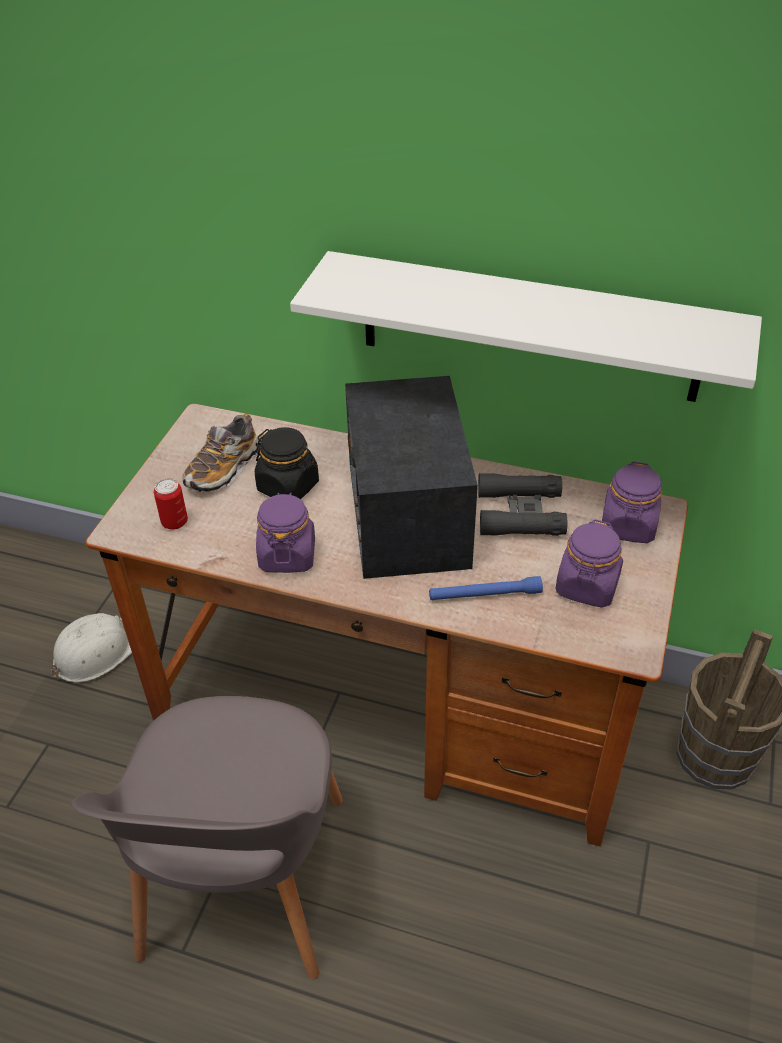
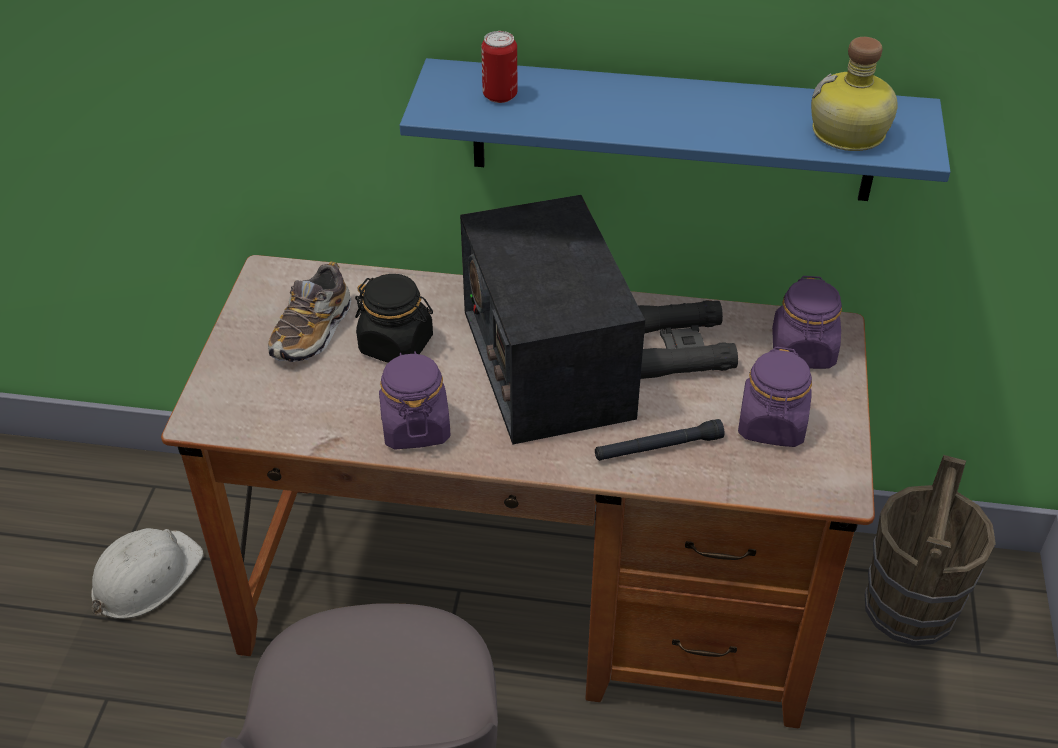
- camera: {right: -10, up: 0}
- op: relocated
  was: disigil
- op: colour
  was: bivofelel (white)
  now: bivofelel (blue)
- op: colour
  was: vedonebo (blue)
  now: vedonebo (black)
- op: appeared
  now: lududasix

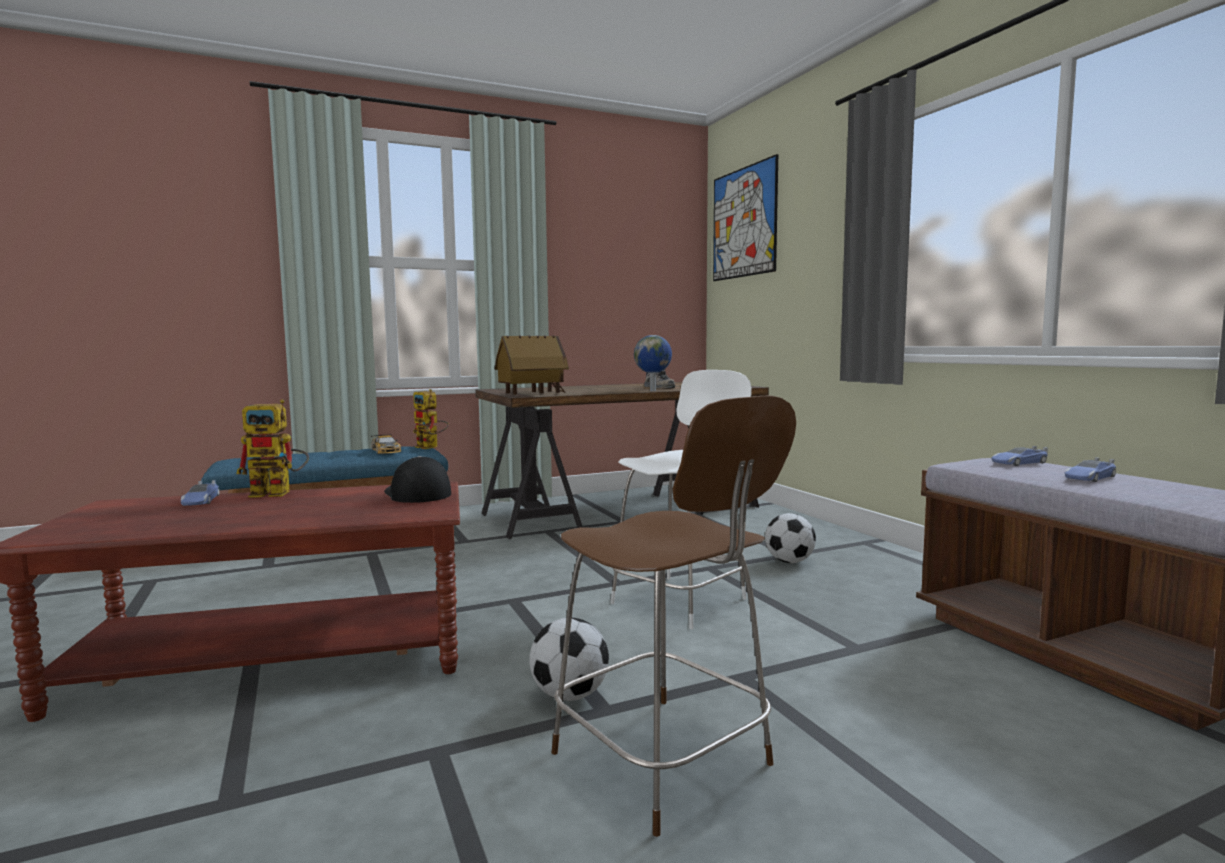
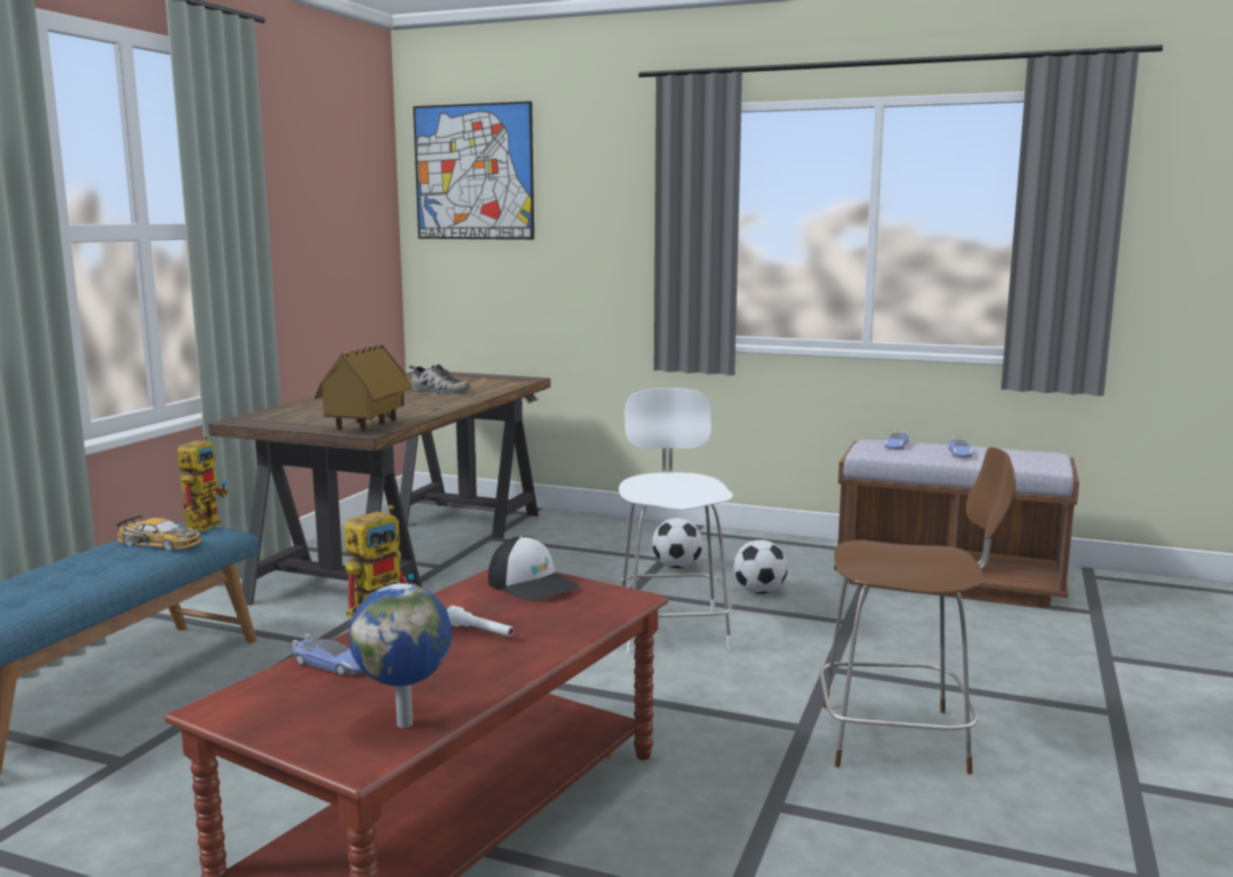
- camera: {right: -45, up: 5}
- op: spun
  was: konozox
  clockwise: -150
- op: spun
  was: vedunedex (no. 2 from left in the first image)
  clockwise: -75
- op: relocated
  was: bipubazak (no. 1 from left in the first image)
  now: bipubazak (no. 2 from left)
- op: relocated
  was: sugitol
- op: appeared
  now: vedonebo (white)

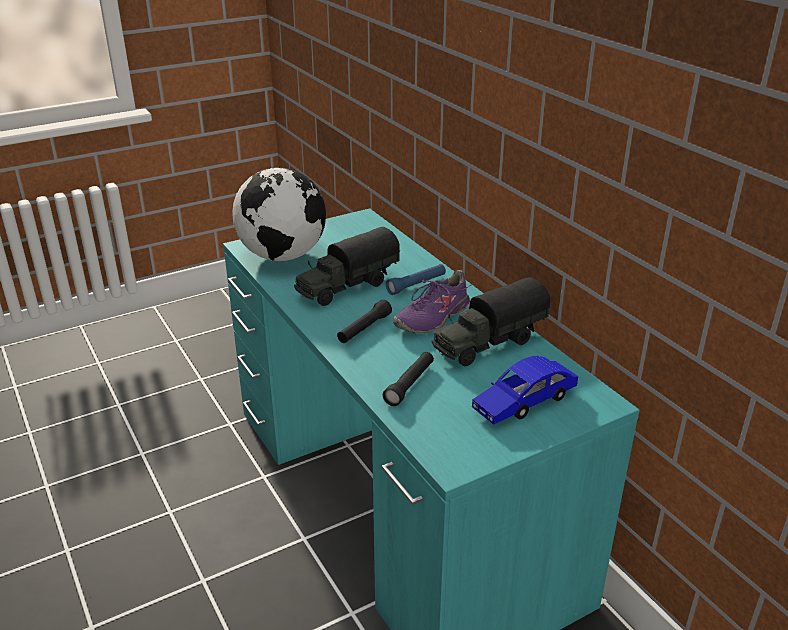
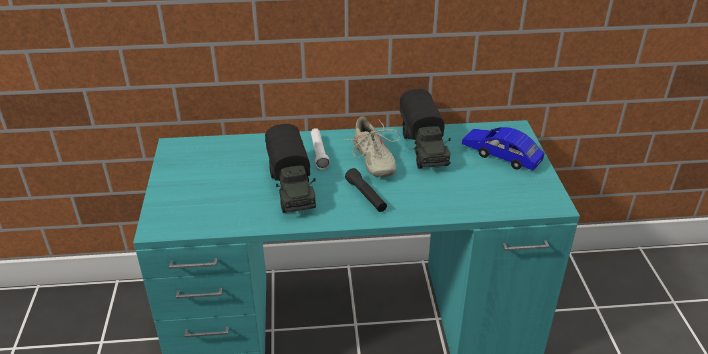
- camera: {right: -65, up: 5}
- op: missing
  was: sugitol
- op: missing
  was: vedonebo (black) (no. 2 from left)
- op: colour
  was: vedonebo (blue)
  now: vedonebo (white)
- op: colour
  was: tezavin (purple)
  now: tezavin (beige)
- op: spun
  was: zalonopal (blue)
  clockwise: 135

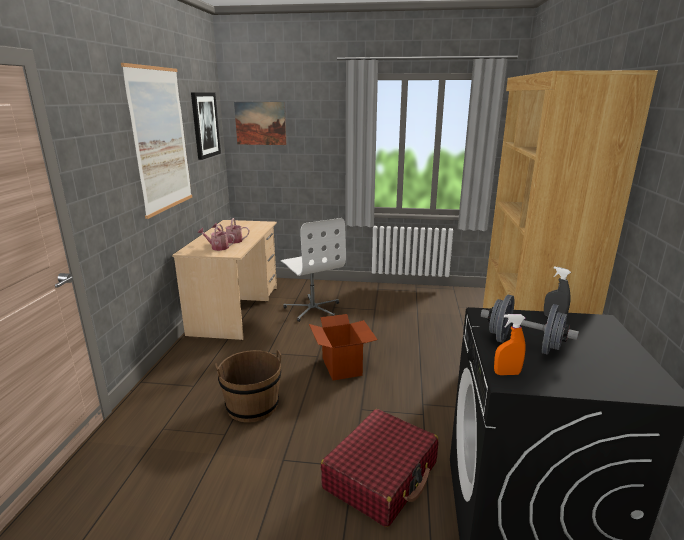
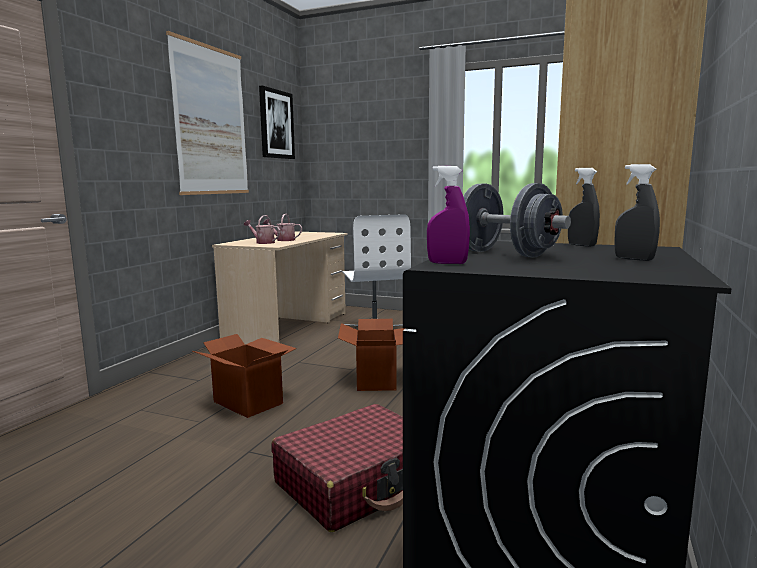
- camera: {right: 15, up: -10}
- op: exchanged
  was: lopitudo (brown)
  now: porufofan (no. 1 from left)
- op: missing
  was: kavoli (no. 3 from left)
- op: colour
  was: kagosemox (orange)
  now: kagosemox (purple)
- op: appeared
  now: kagosemox (grey) (no. 2 from left)

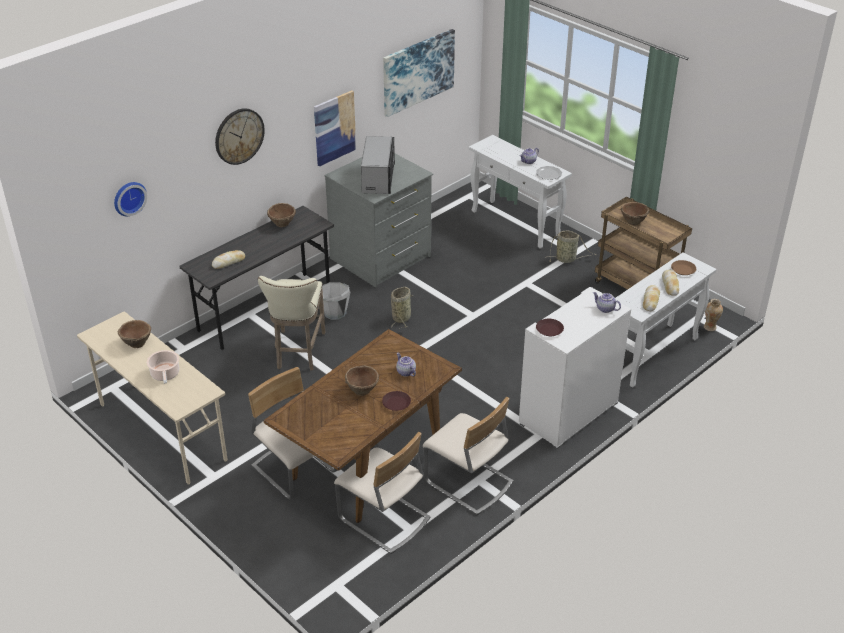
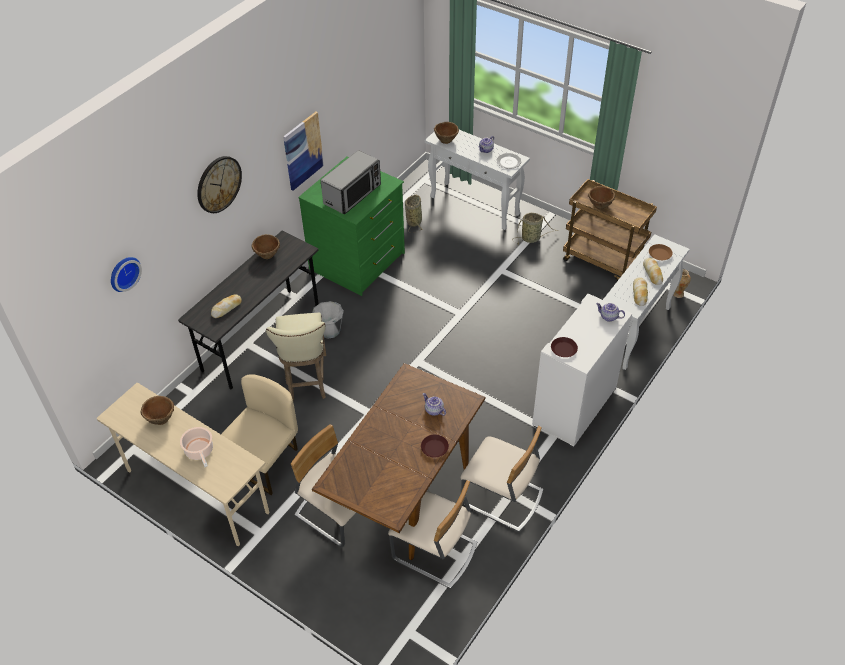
- camera: {right: -10, up: 10}
- op: colour
  was: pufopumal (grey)
  now: pufopumal (green)
- op: relocated
  was: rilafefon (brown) (no. 3 from left)
- op: spun
  was: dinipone
  clockwise: 45
- op: missing
  was: kavoli (no. 2 from left)
- op: relocated
  was: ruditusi (no. 1 from left)
- op: appeared
  now: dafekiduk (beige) (no. 1 from left)

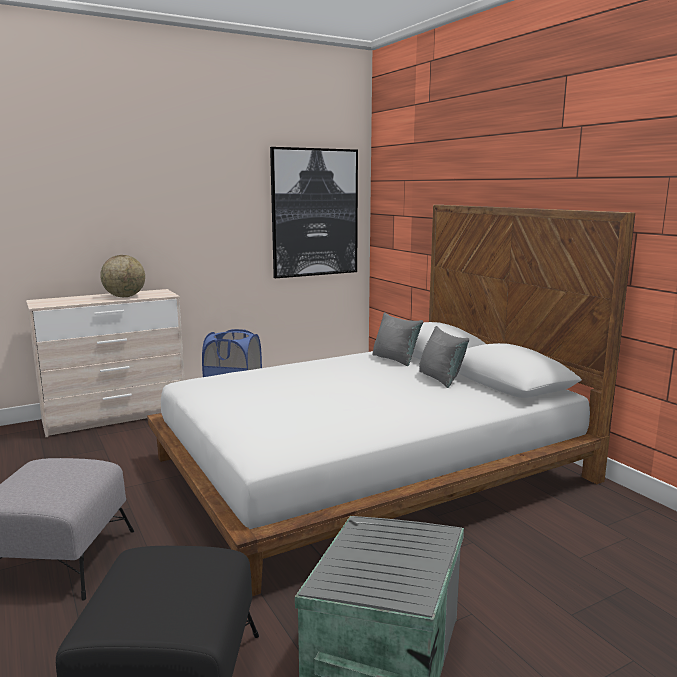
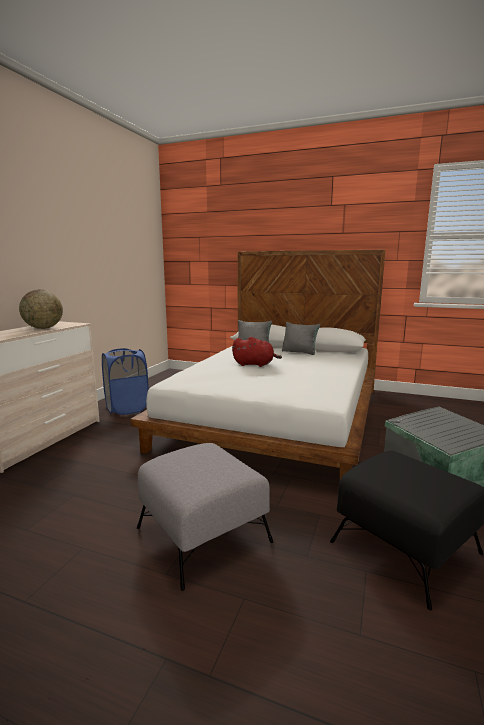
- camera: {right: -40, up: 0}
- op: missing
  was: kavoli
- op: appeared
  now: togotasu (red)

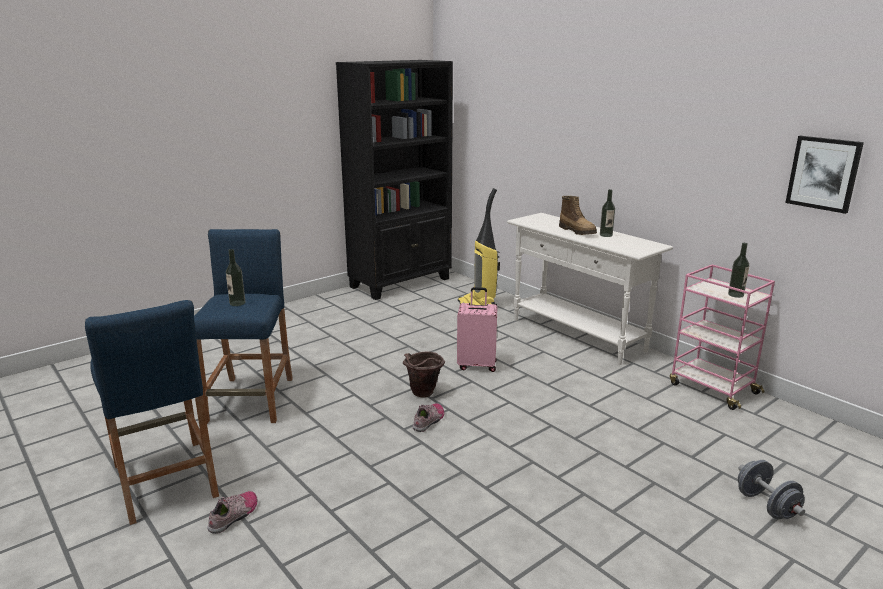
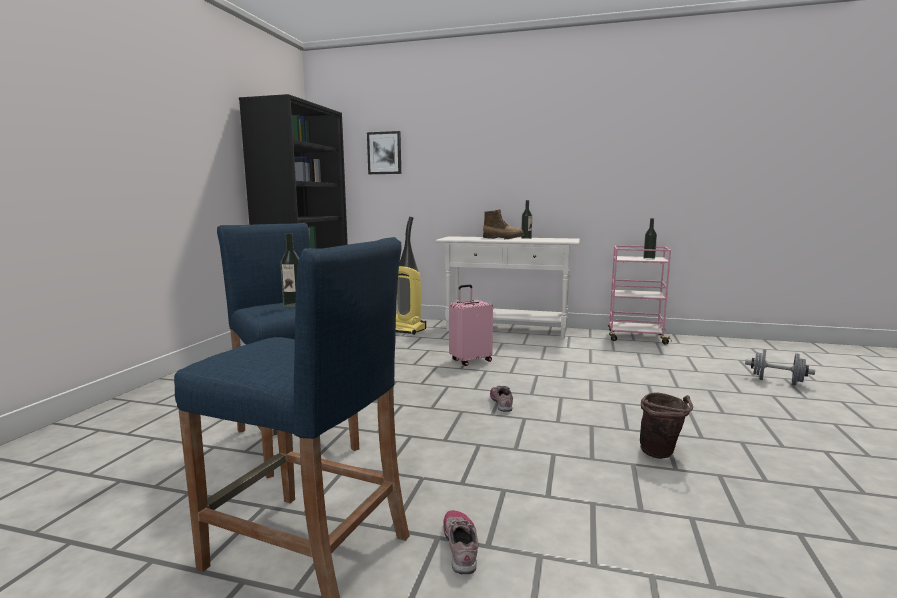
- camera: {right: -35, up: -10}
- op: relocated
  was: lopitudo (brown)
- op: relocated
  was: kavoli

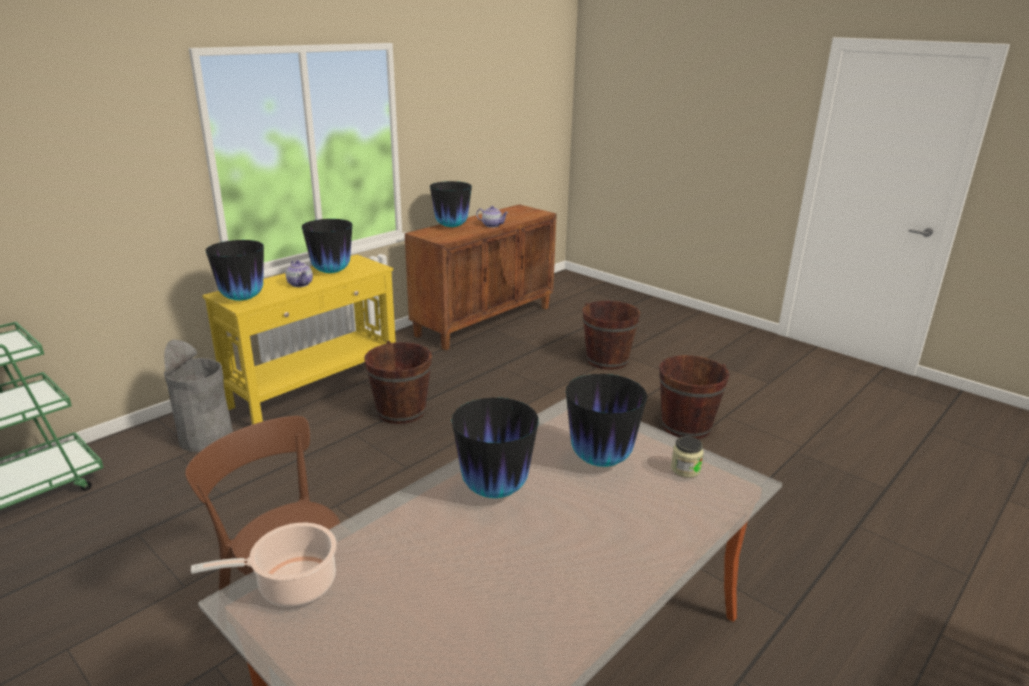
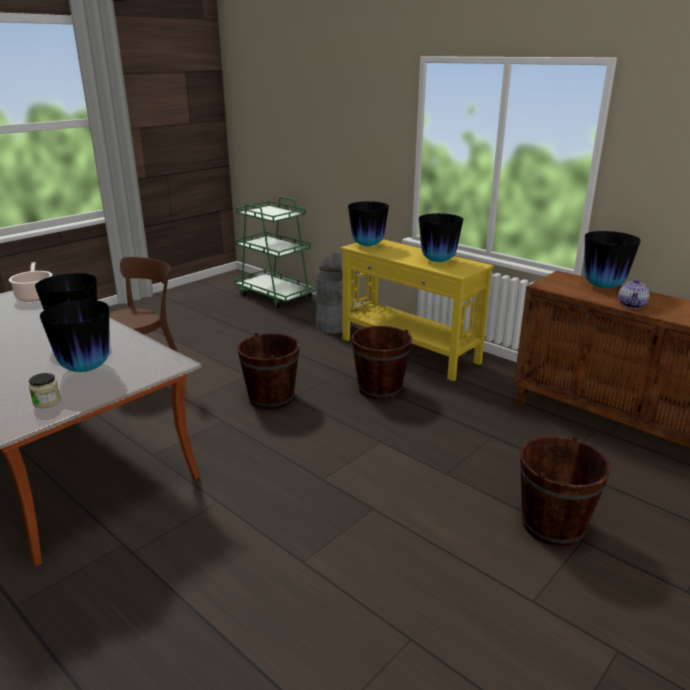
- camera: {right: 90, up: 0}
- op: missing
  was: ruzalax (no. 1 from left)
- op: relocated
  was: lopitudo (brown) (no. 3 from left in the first image)
  now: lopitudo (brown) (no. 1 from left)

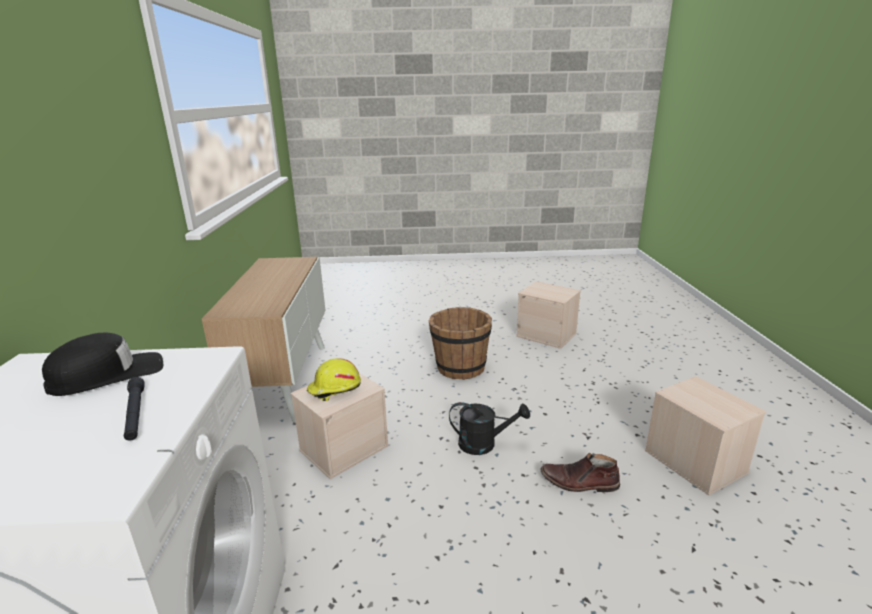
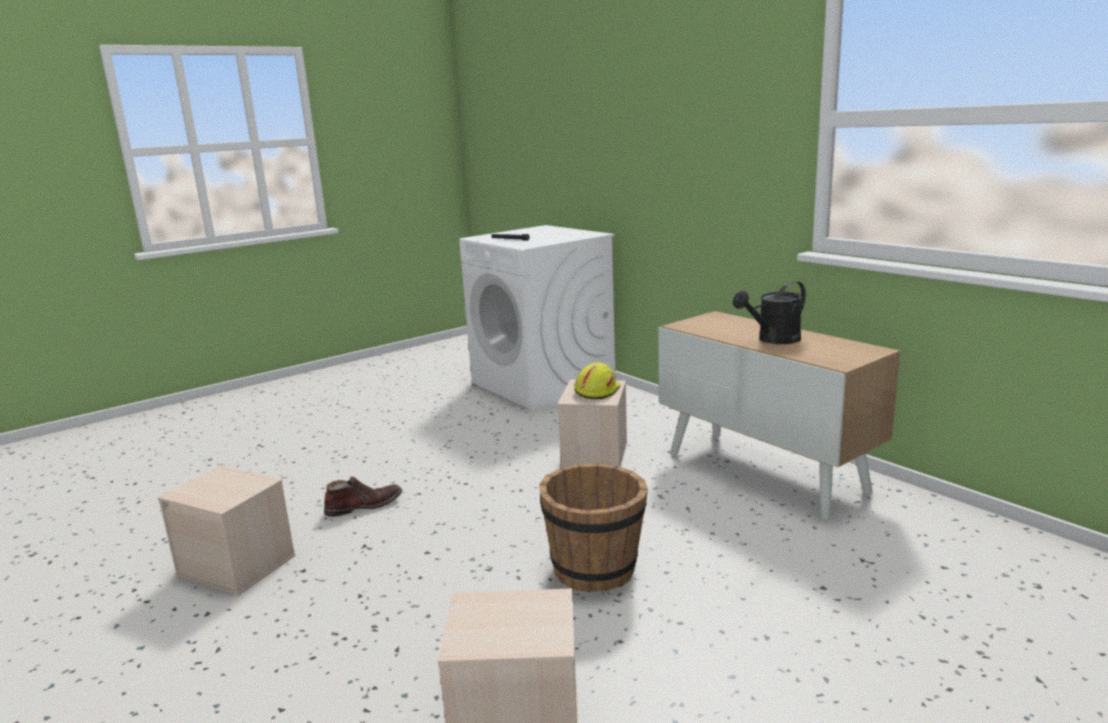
- camera: {right: 145, up: -5}
- op: missing
  was: konozox (black)
- op: relocated
  was: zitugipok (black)

